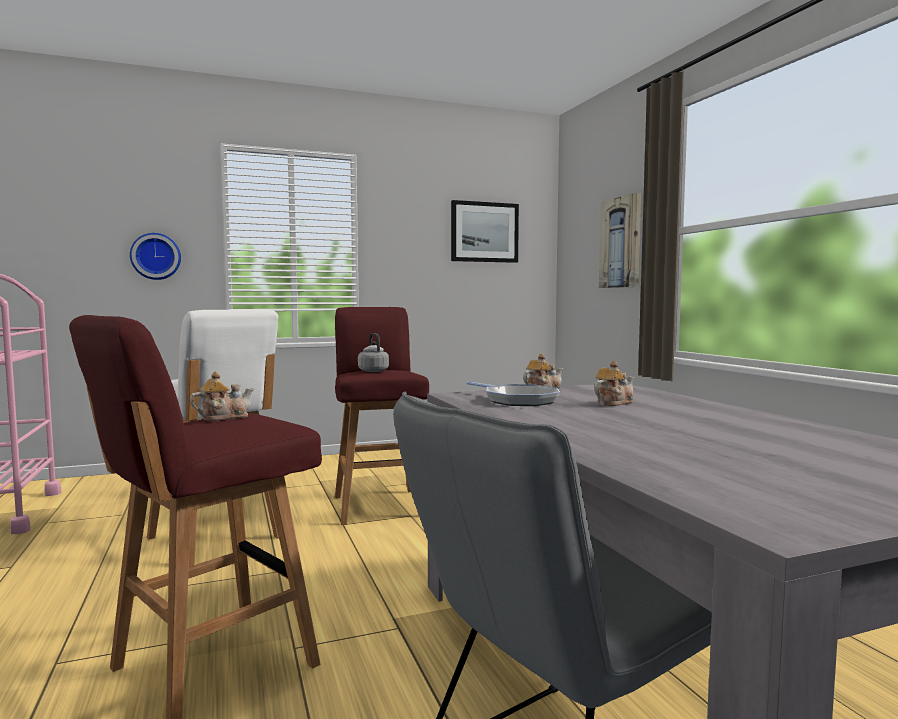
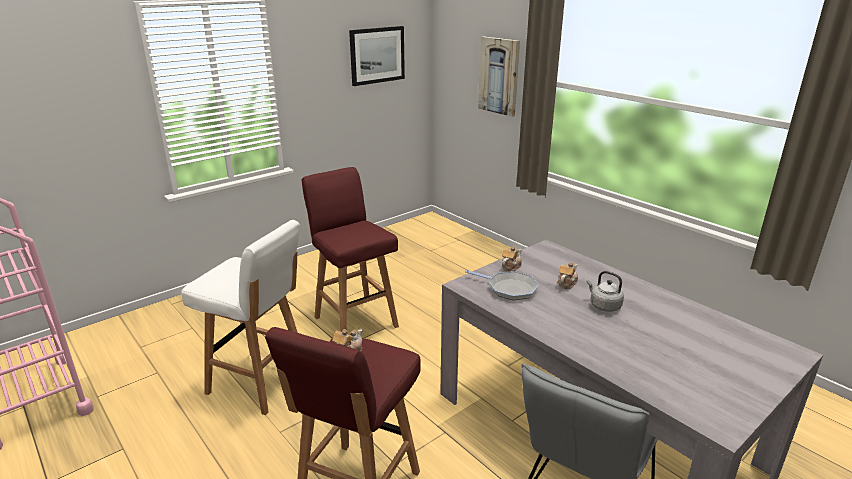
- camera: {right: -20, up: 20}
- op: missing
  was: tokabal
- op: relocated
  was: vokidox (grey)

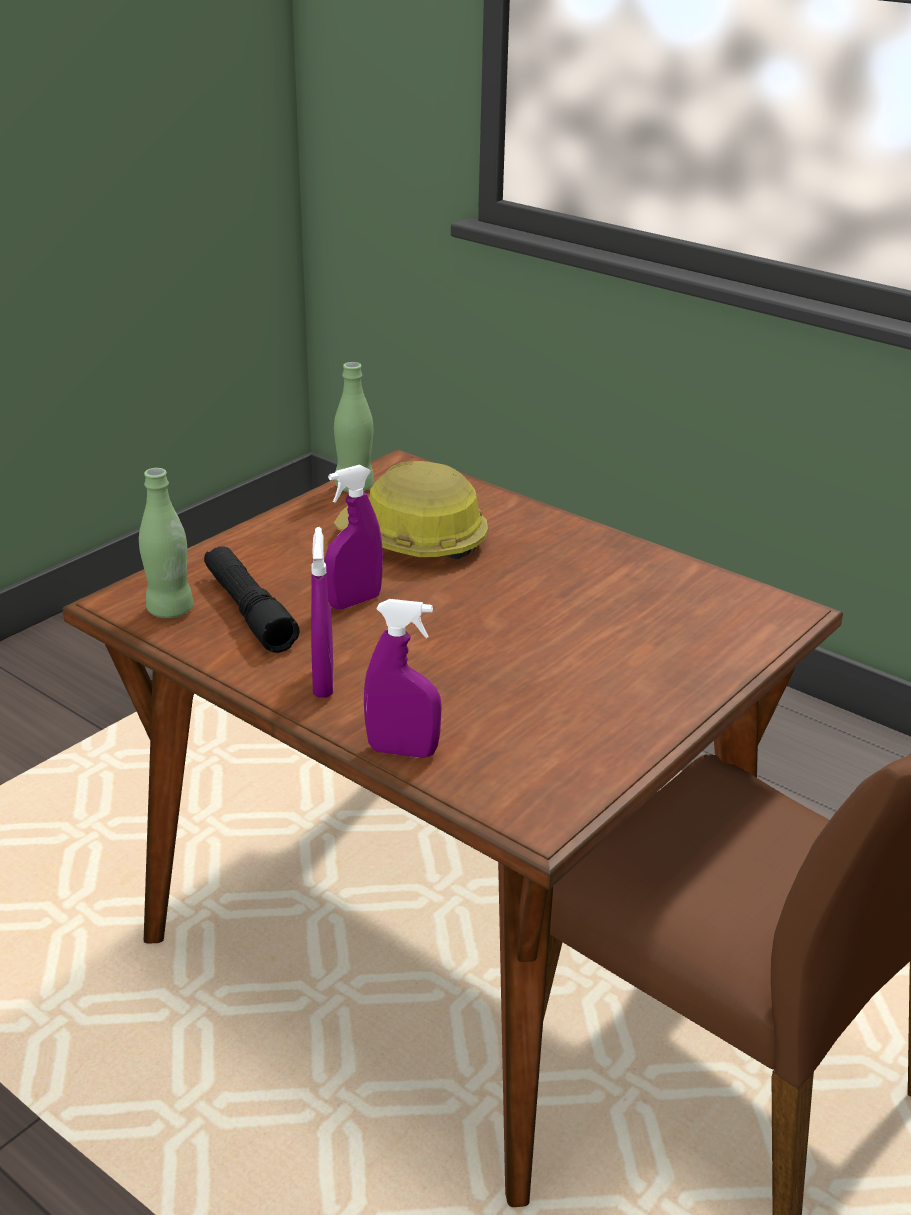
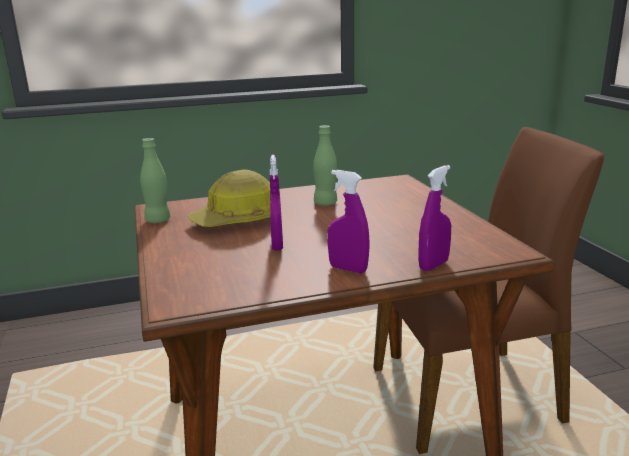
- camera: {right: -55, up: -10}
- op: relocated
  was: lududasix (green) (no. 1 from left in the first image)
  now: lududasix (green) (no. 2 from left)
- op: missing
  was: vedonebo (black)

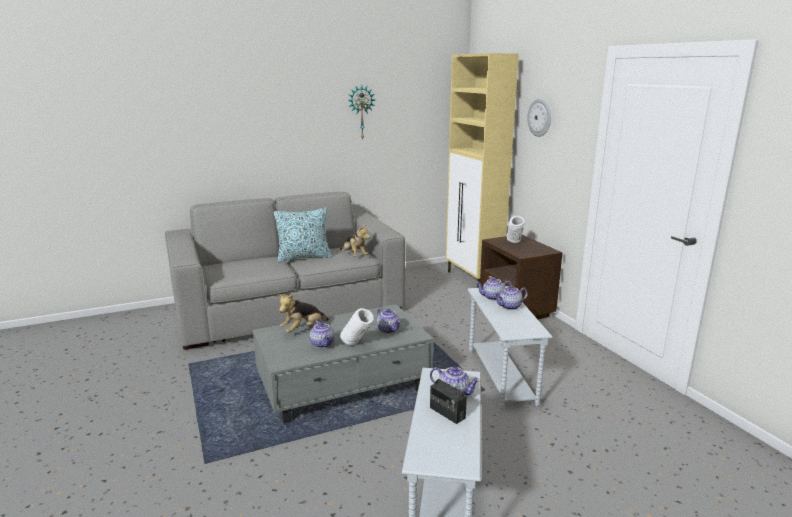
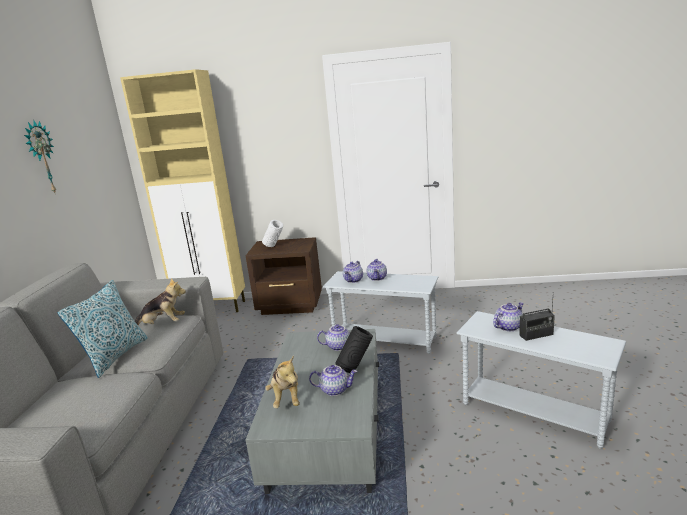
- camera: {right: -60, up: 0}
- op: colour
  was: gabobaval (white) (no. 1 from left)
  now: gabobaval (black)
- op: missing
  was: tokabal (no. 2 from left)

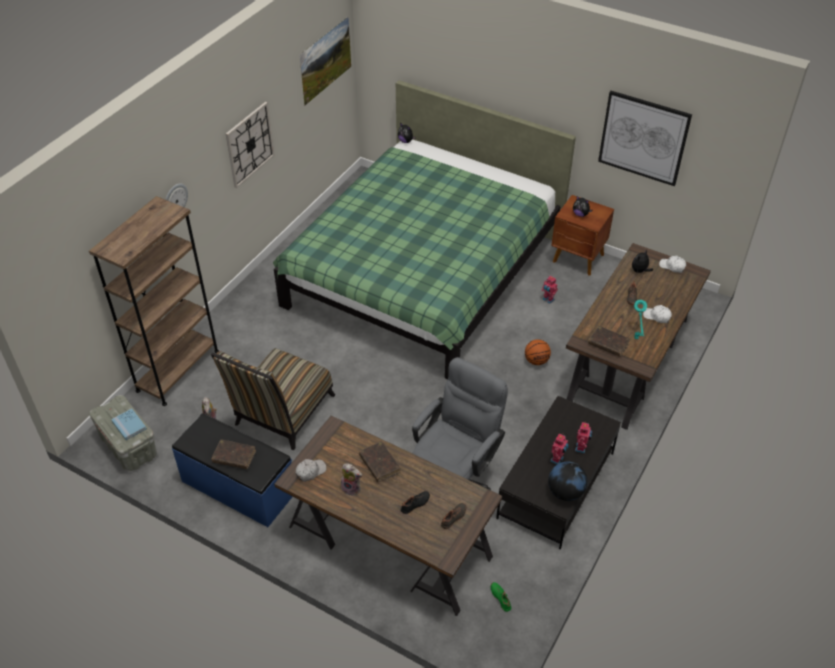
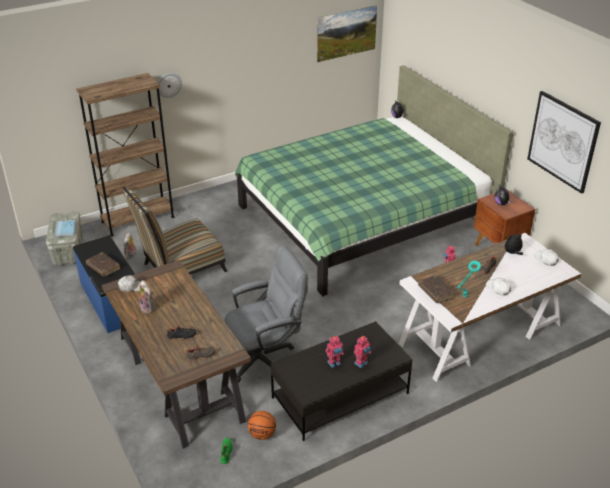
- camera: {right: 30, up: -10}
- op: missing
  was: tokabal (no. 2 from left)
- op: missing
  was: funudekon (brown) (no. 2 from left)
- op: relocated
  was: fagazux
- op: missing
  was: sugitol
- op: colour
  was: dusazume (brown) (no. 2 from left)
  now: dusazume (white)

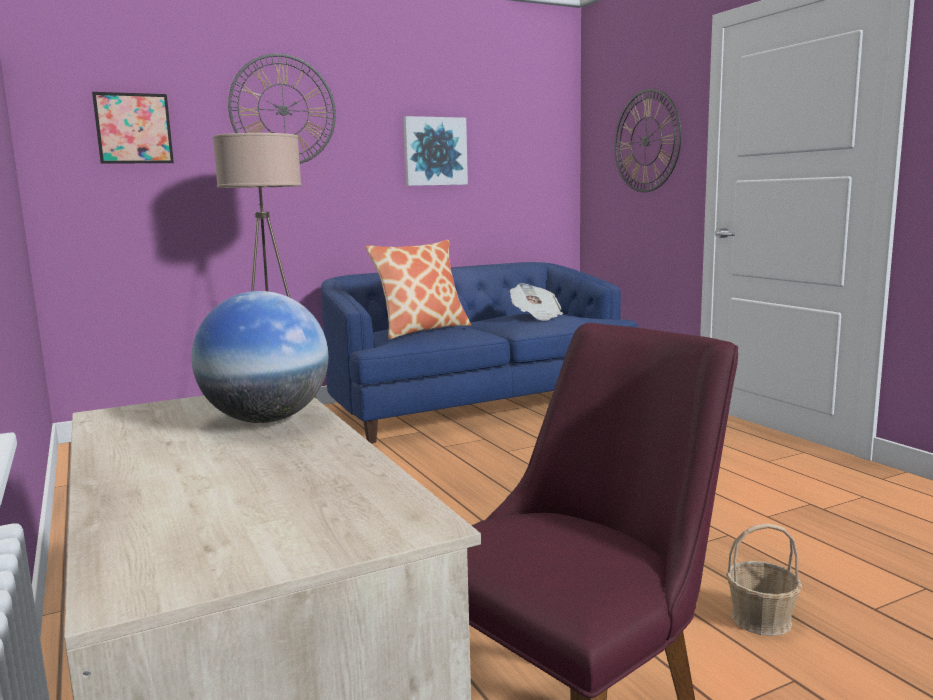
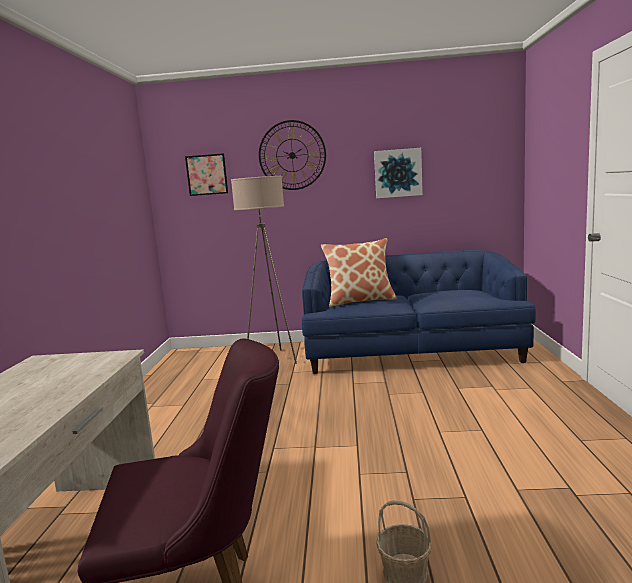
- camera: {right: 30, up: 0}
- op: missing
  was: sugitol
- op: missing
  was: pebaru
- op: missing
  was: tokabal (no. 2 from left)

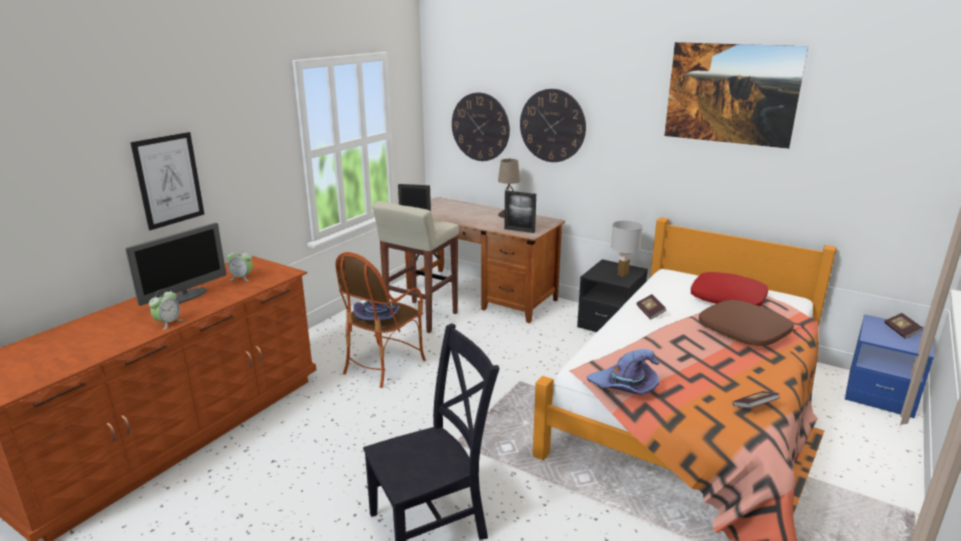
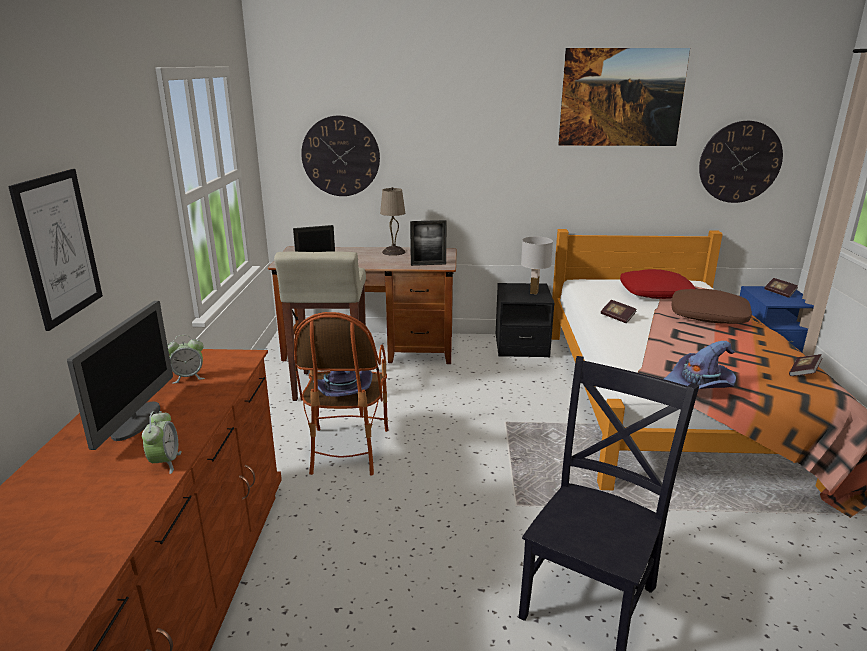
- camera: {right: -30, up: 0}
- op: relocated
  was: tokabal (no. 2 from left)

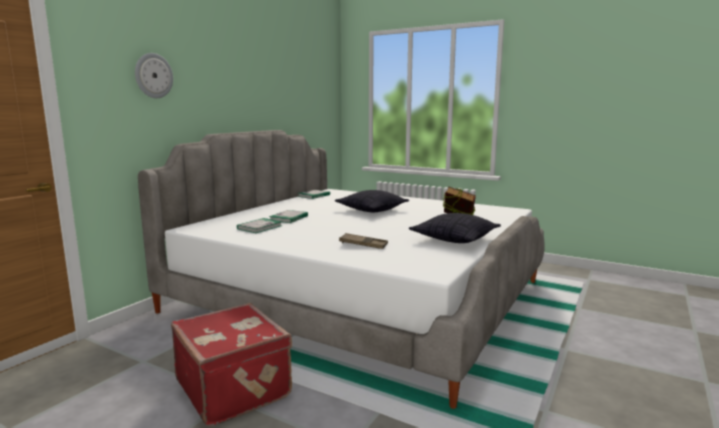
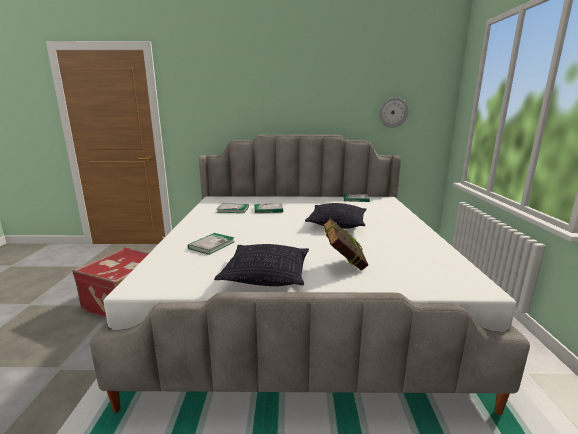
- camera: {right: 60, up: 5}
- op: relocated
  was: tokabal
- op: exchanged
  was: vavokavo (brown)
  now: funudekon (no. 1 from left)

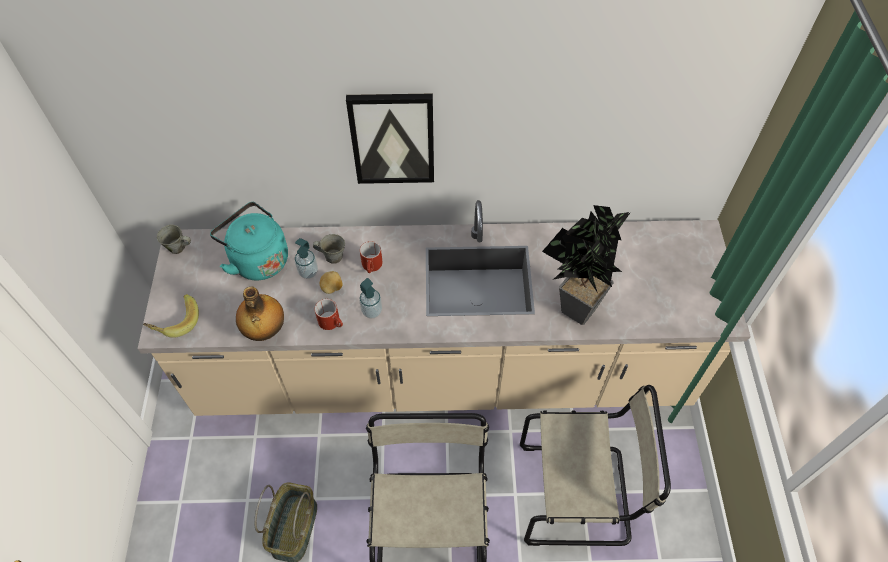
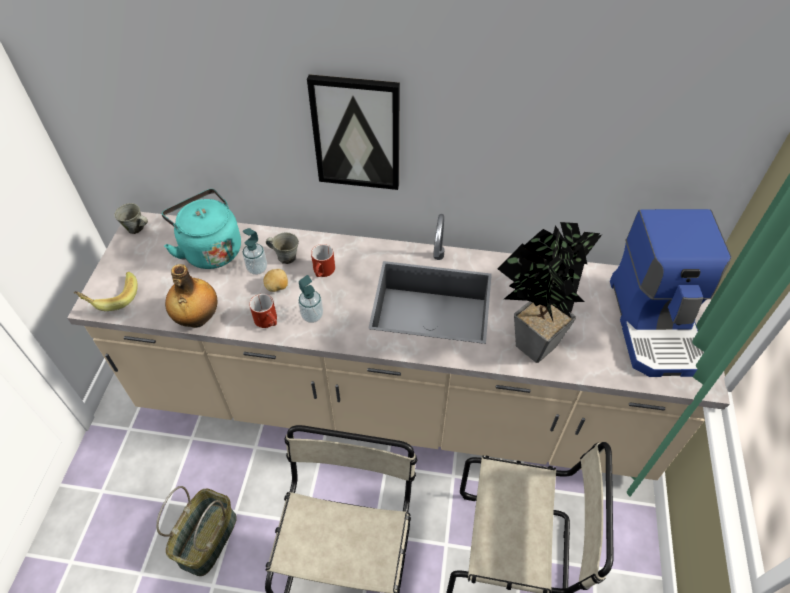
- camera: {right: 10, up: -5}
- op: appeared
  now: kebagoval

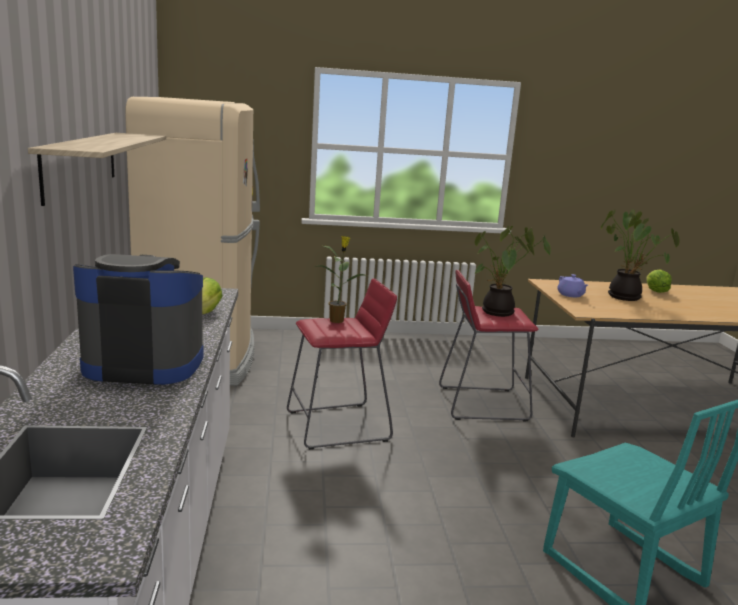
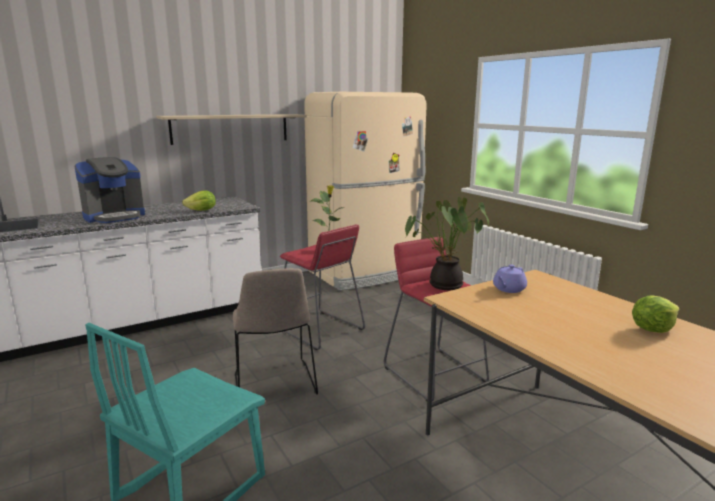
- camera: {right: 65, up: 0}
- op: spun
  was: kebagoval
  clockwise: 75
- op: missing
  was: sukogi (no. 3 from left)
- op: appeared
  now: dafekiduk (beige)

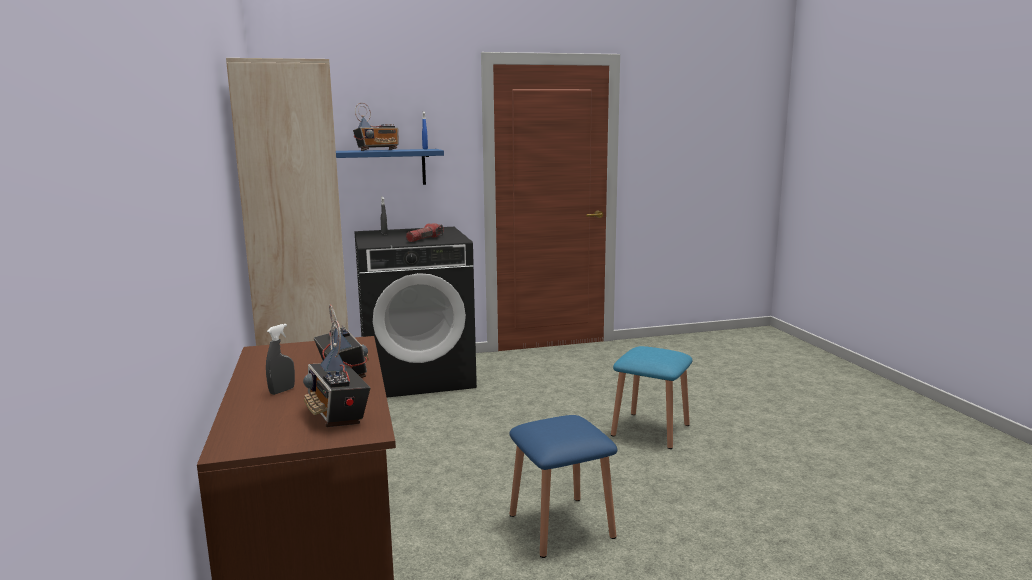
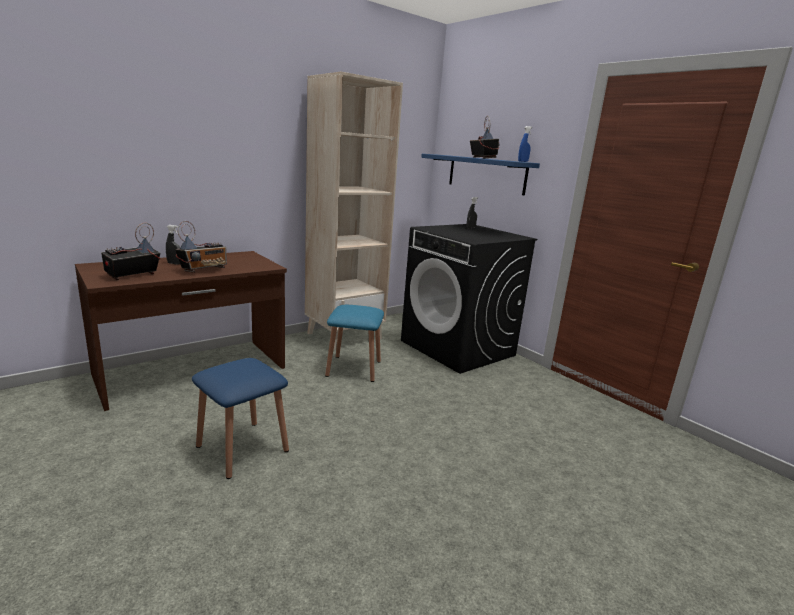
- camera: {right: 65, up: 5}
- op: spun
  was: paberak (no. 3 from left)
  clockwise: -135
- op: missing
  was: vedonebo
- op: relocated
  was: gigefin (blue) (no. 2 from left)

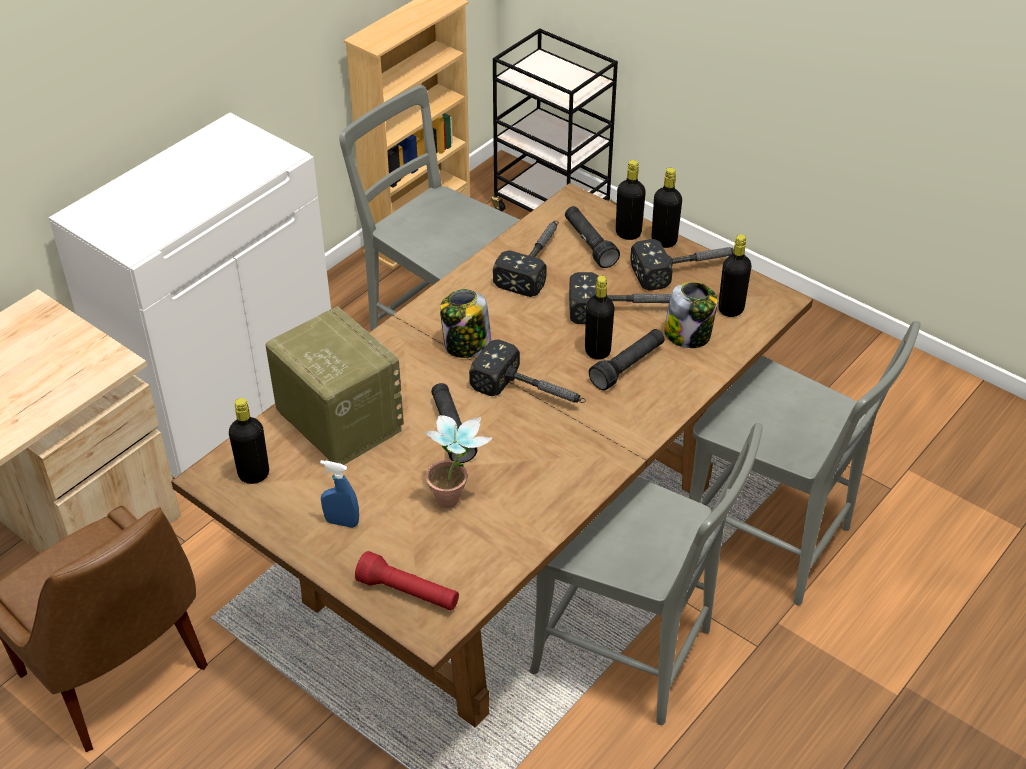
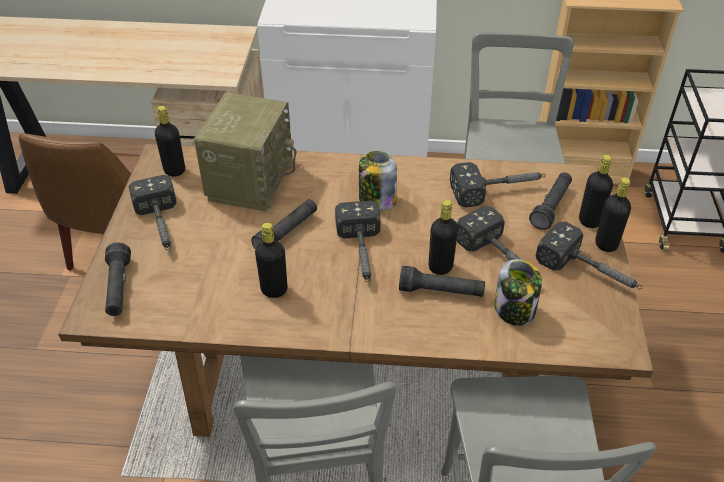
- camera: {right: 55, up: 0}
- op: exchanged
  was: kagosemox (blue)
  now: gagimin (no. 1 from left)
- op: colour
  was: vedonebo (red)
  now: vedonebo (black) (no. 1 from left)
- op: missing
  was: sukogi
- op: relocated
  was: lududasix (black) (no. 5 from left in the first image)
  now: lududasix (black) (no. 2 from left)

